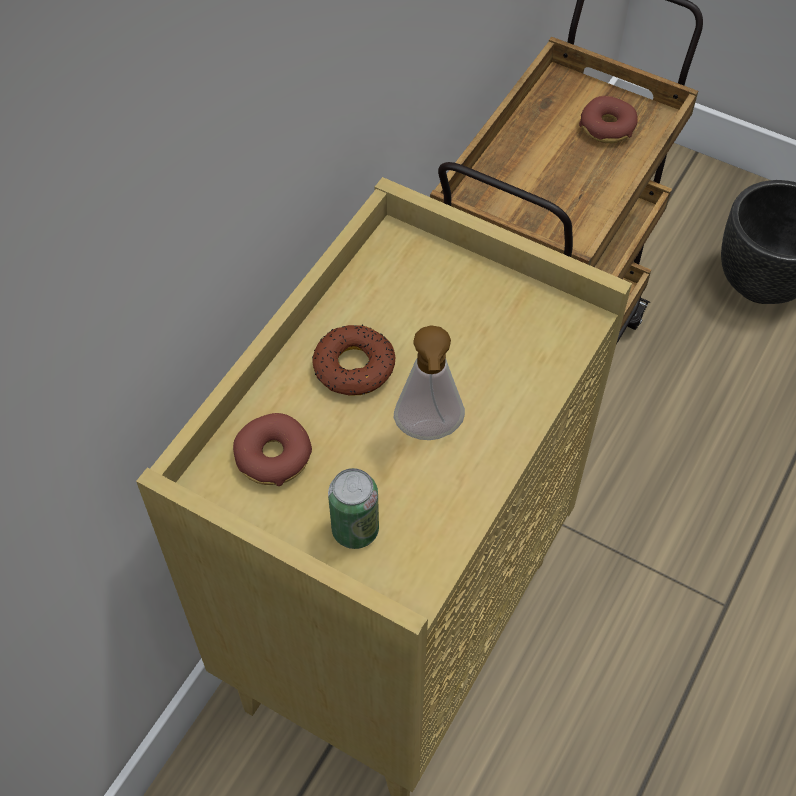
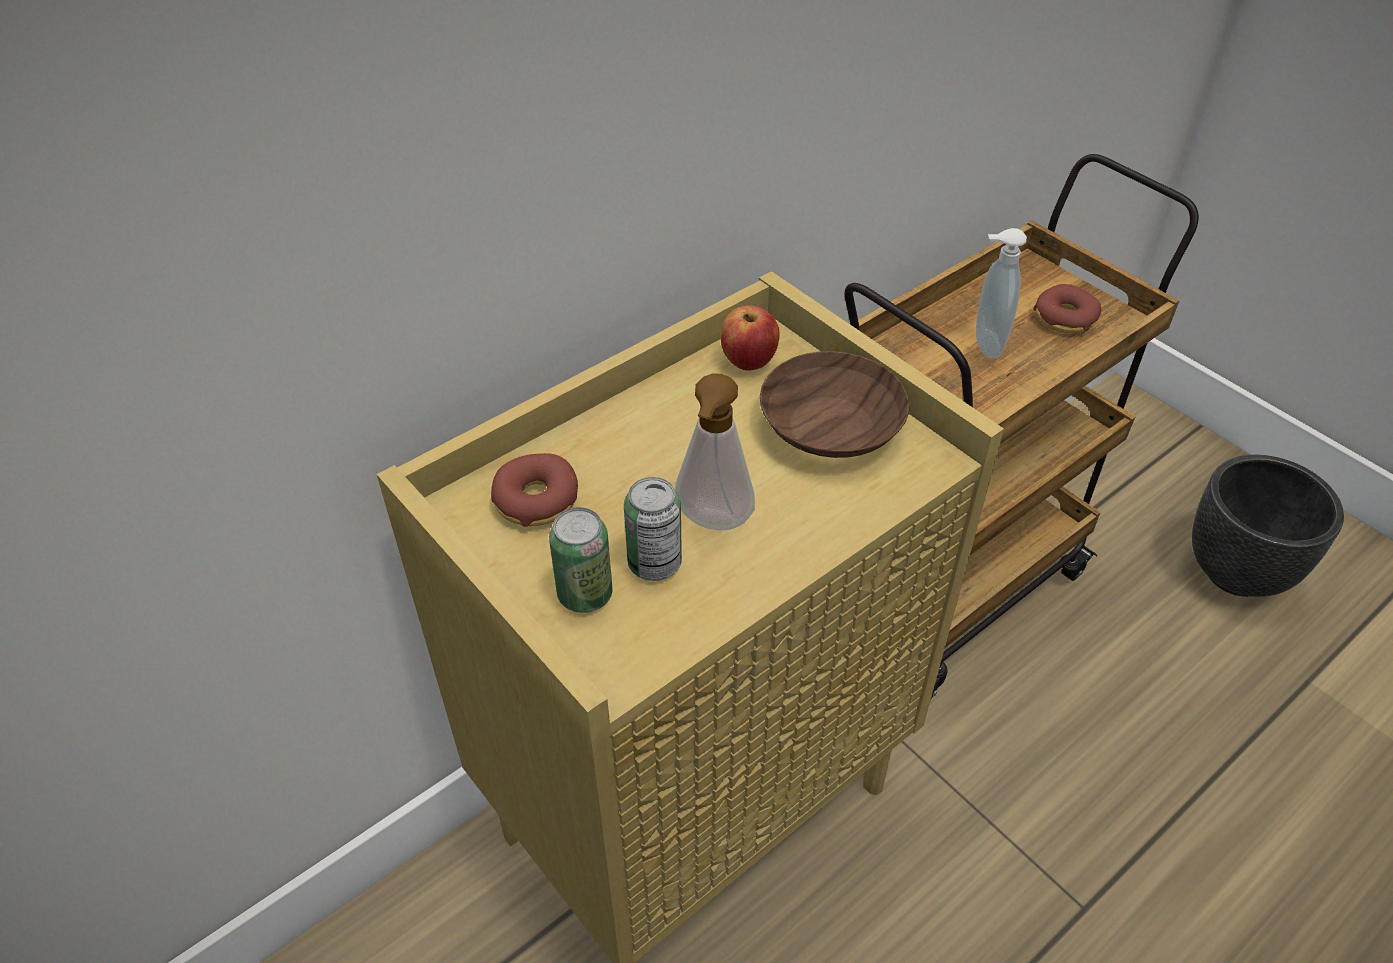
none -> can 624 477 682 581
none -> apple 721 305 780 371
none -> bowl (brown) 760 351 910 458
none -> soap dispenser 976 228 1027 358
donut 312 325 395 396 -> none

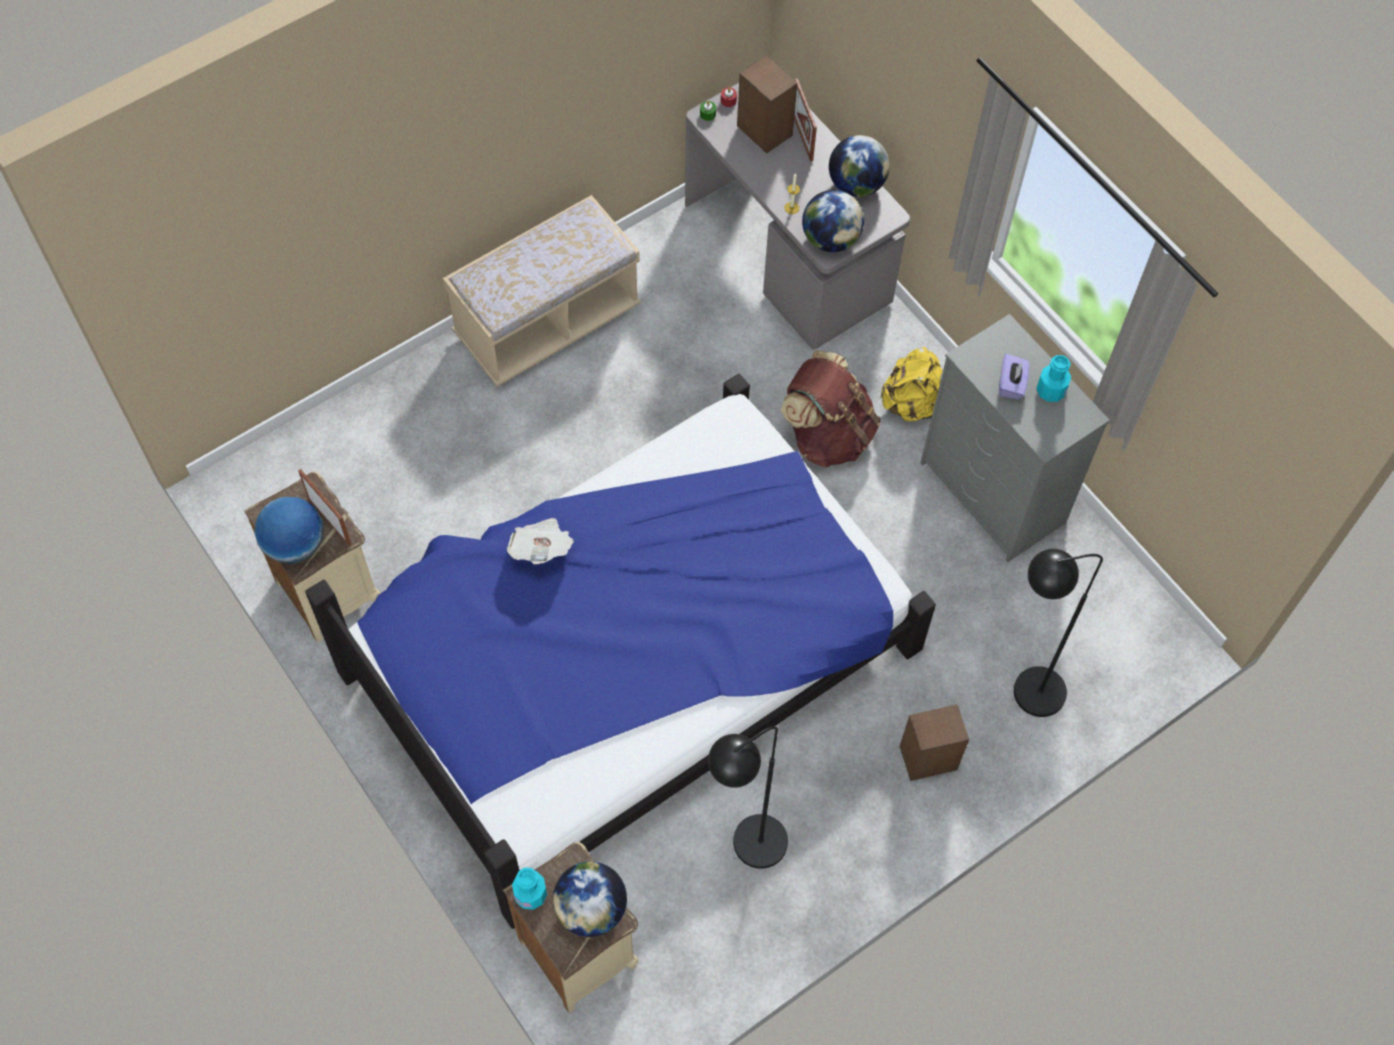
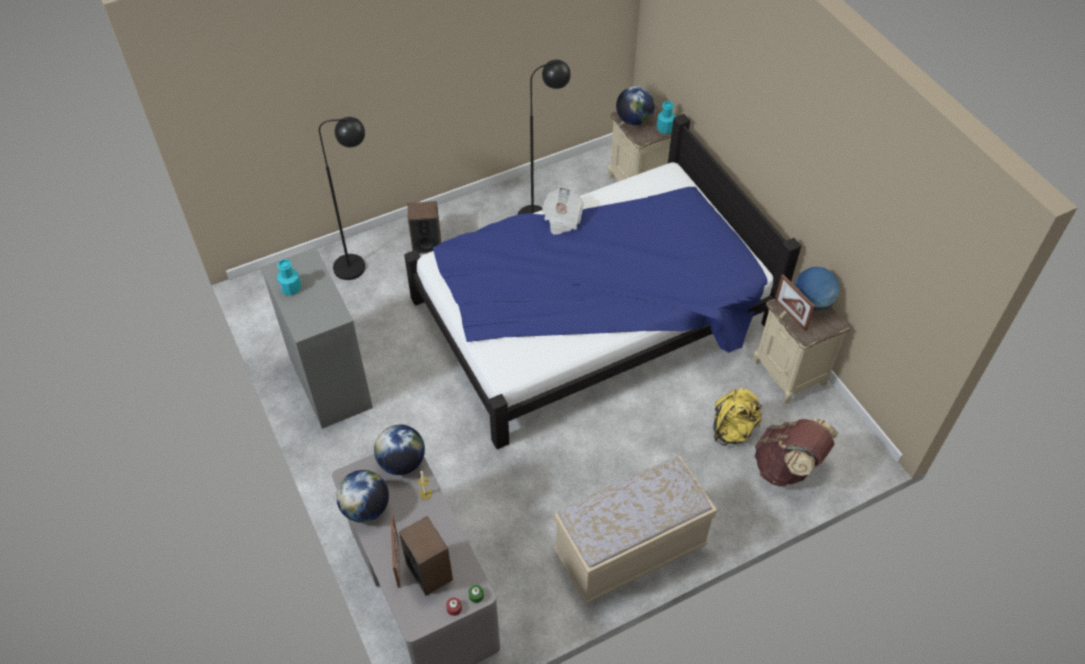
newspaper 507 518 574 564 -> newspaper 542 186 584 235, move
backpack (yellow) 879 347 942 422 -> backpack (yellow) 713 388 763 446, move
backpack (brown) 781 350 881 468 -> backpack (brown) 755 418 838 487, move
tissue box (purple) 999 354 1030 400 -> none

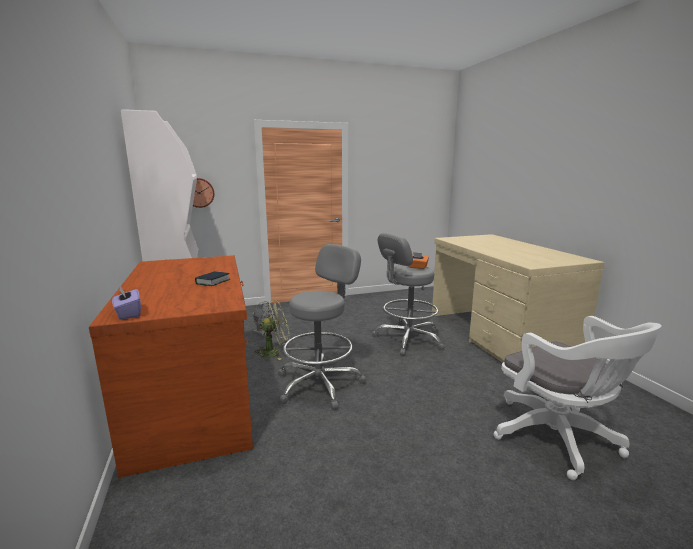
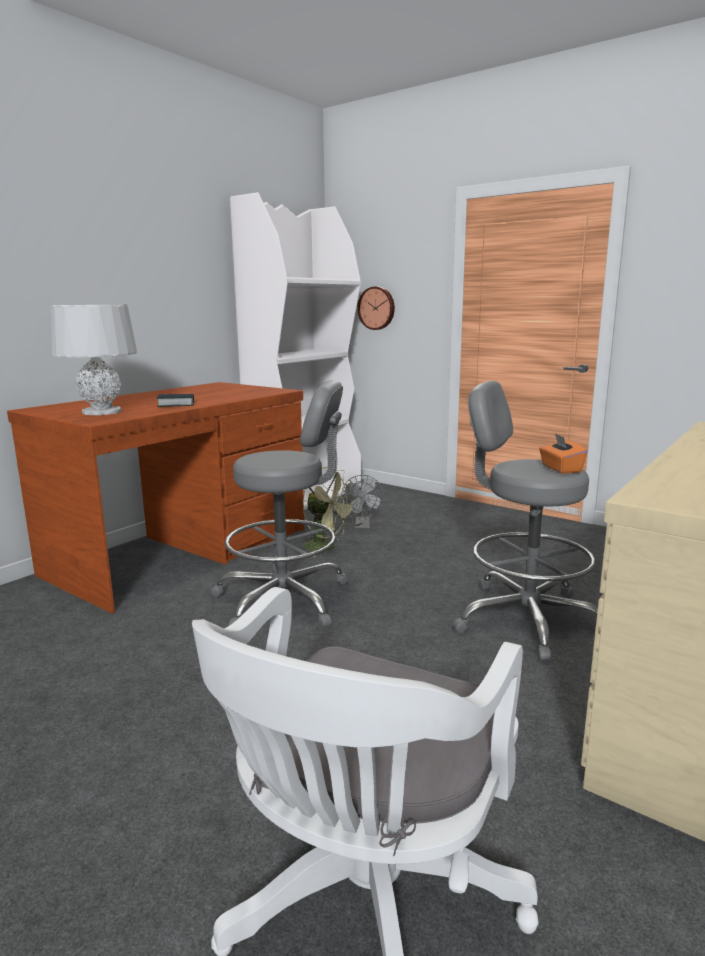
none -> table lamp (grey) 51 305 137 415
tissue box (purple) 112 285 141 320 -> none

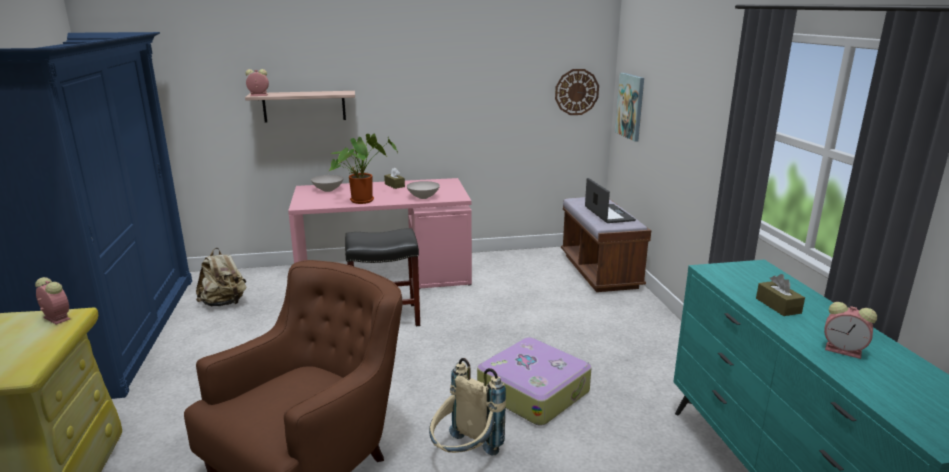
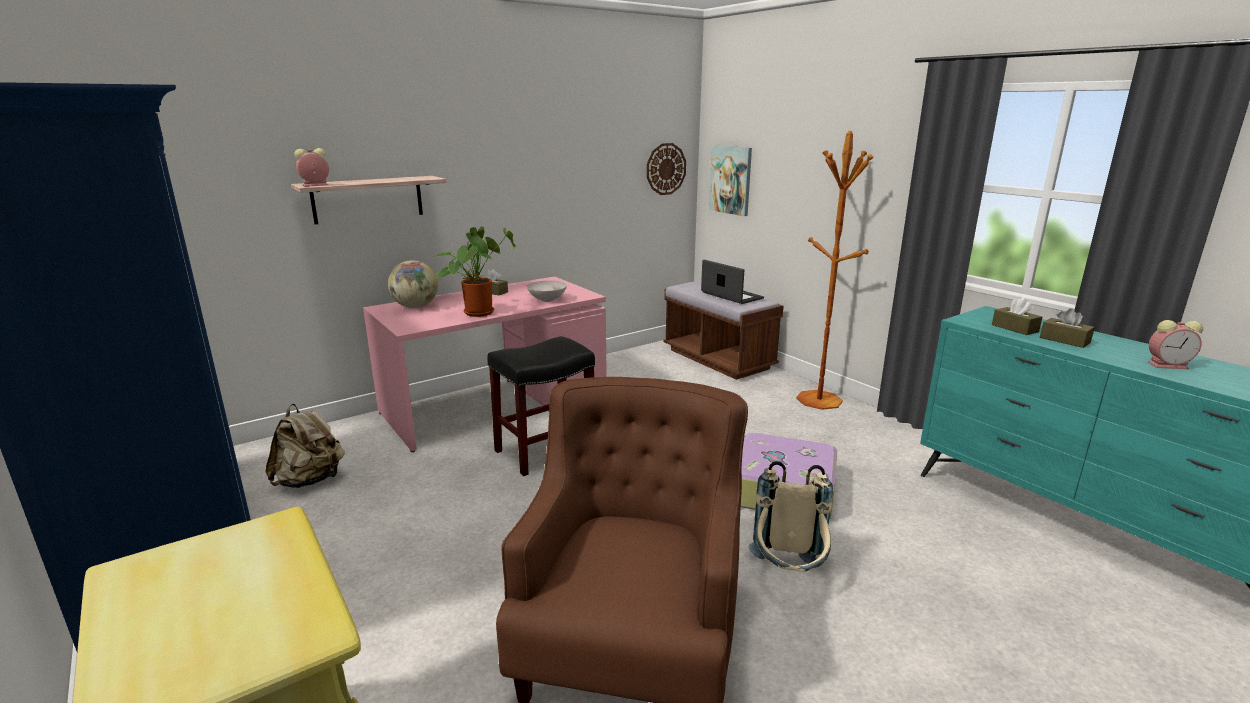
bowl (white) 311 175 344 192 -> globe 388 260 438 308
none -> clothes rack (orange) 796 131 874 410
none -> tissue box (brown) 992 297 1042 335
alarm clock 35 277 70 325 -> none

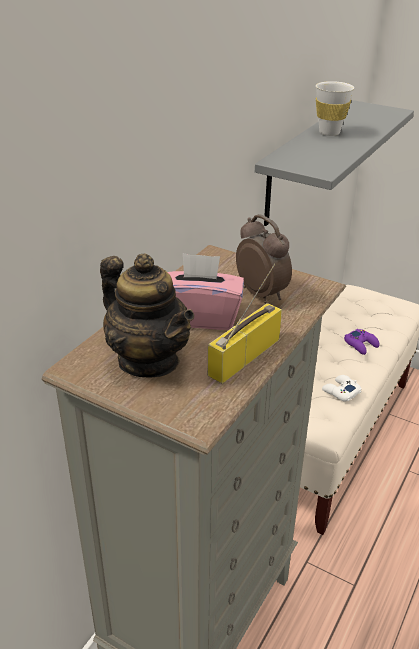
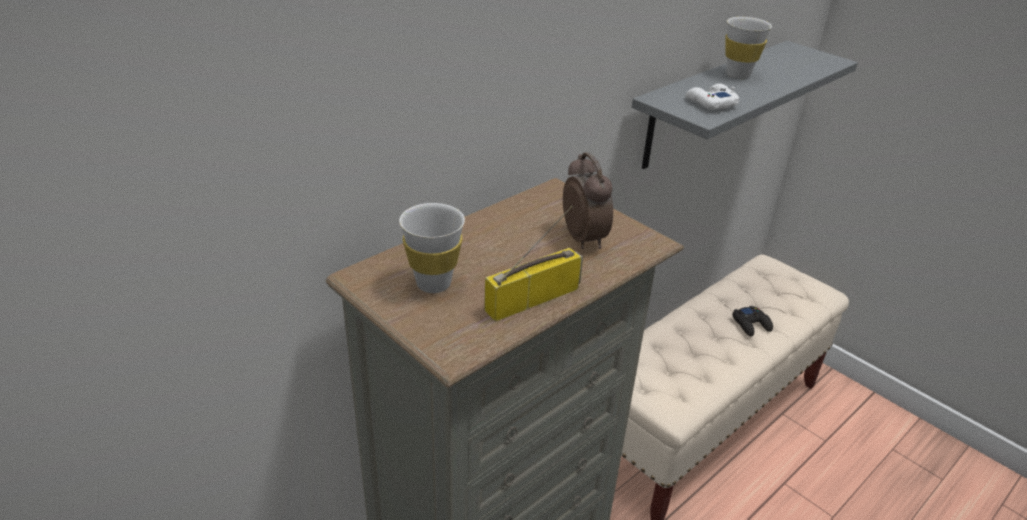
teapot 100 254 194 378 -> cup (white) 399 203 465 293
game controller (white) 322 375 362 402 -> game controller (white) 685 84 739 110, move
game controller (purple) 344 329 380 355 -> game controller (black) 733 306 773 336
tissue box (pink) 168 253 244 330 -> none

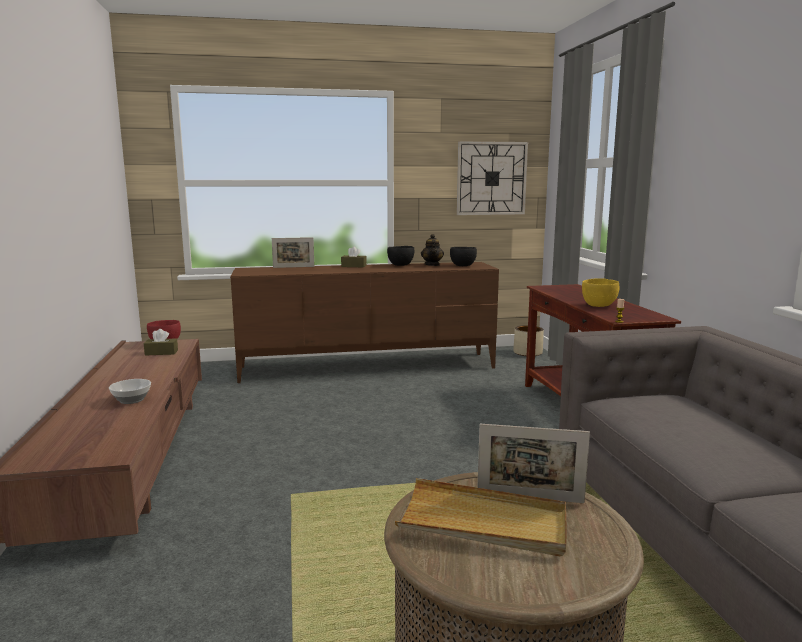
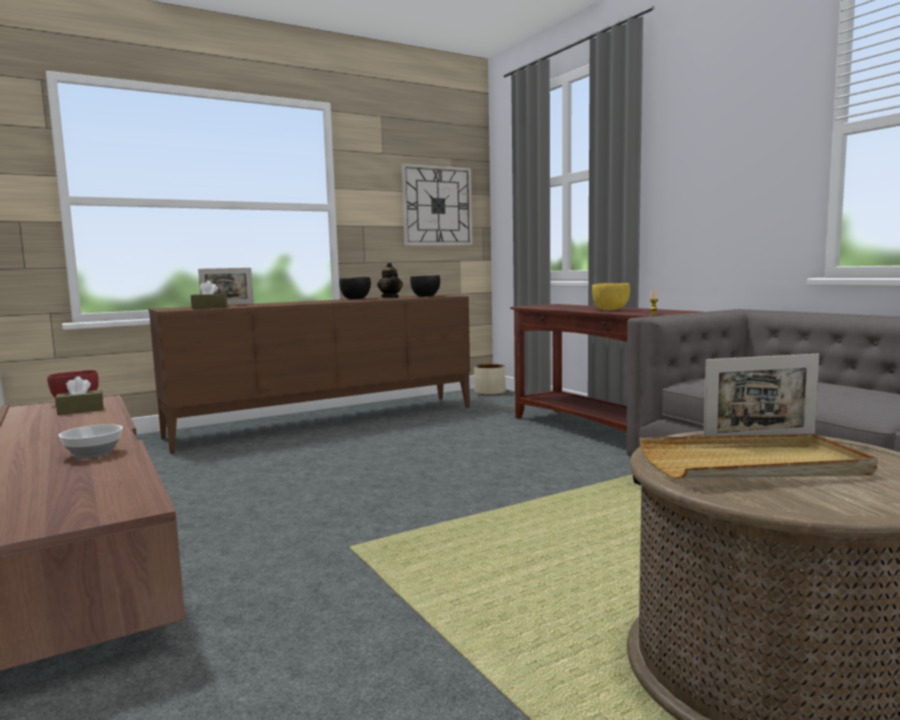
tissue box (brown) 341 246 367 268 -> tissue box (brown) 191 281 227 309, move

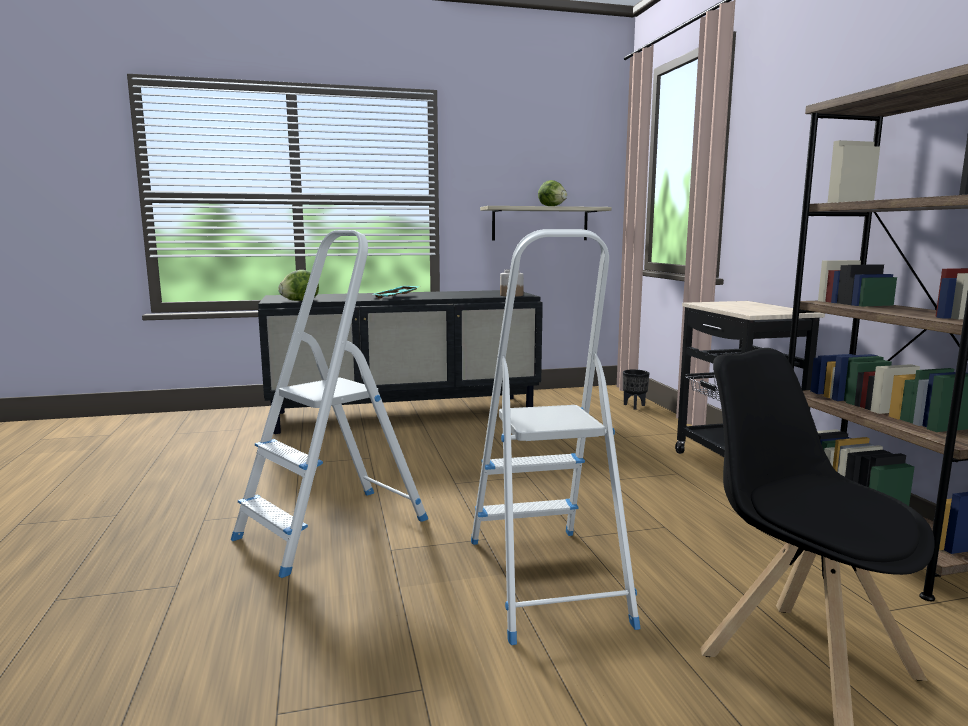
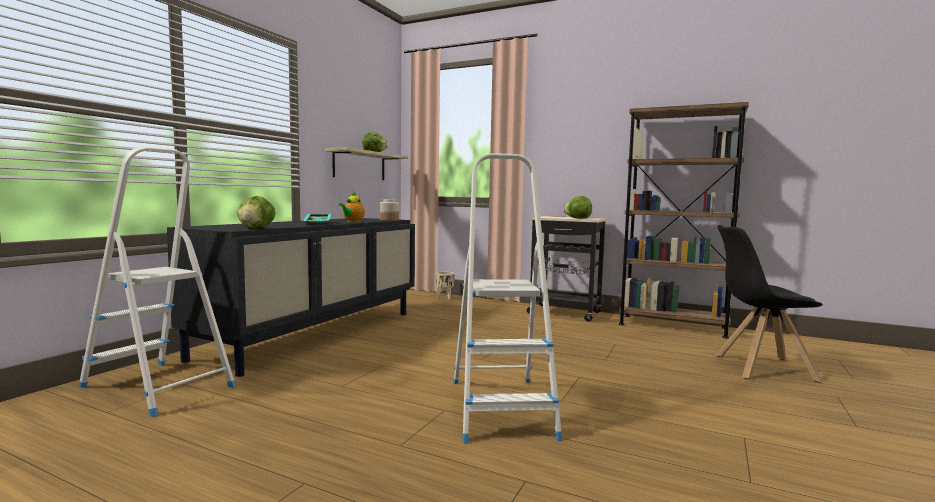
step ladder (white) 471 229 640 645 -> step ladder (white) 79 146 236 417, move
none -> teapot 339 191 365 222
planter (black) 623 369 649 410 -> planter (beige) 436 272 455 299
none -> lettuce 564 196 592 219

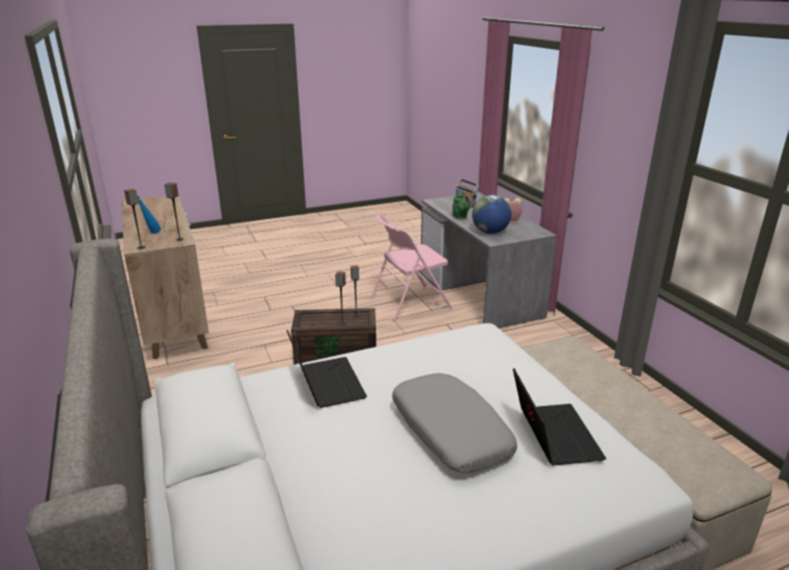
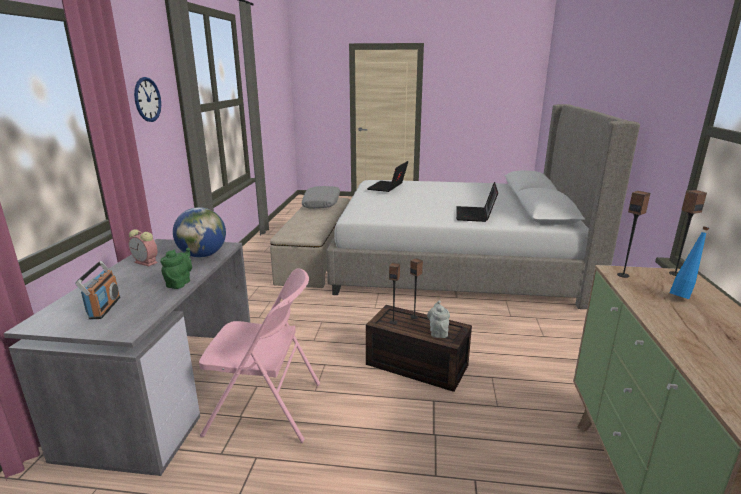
none -> wall clock 134 77 161 122
pillow (grey) 392 373 517 473 -> pillow (grey) 302 186 340 209, move
none -> teapot (grey) 427 300 450 338

